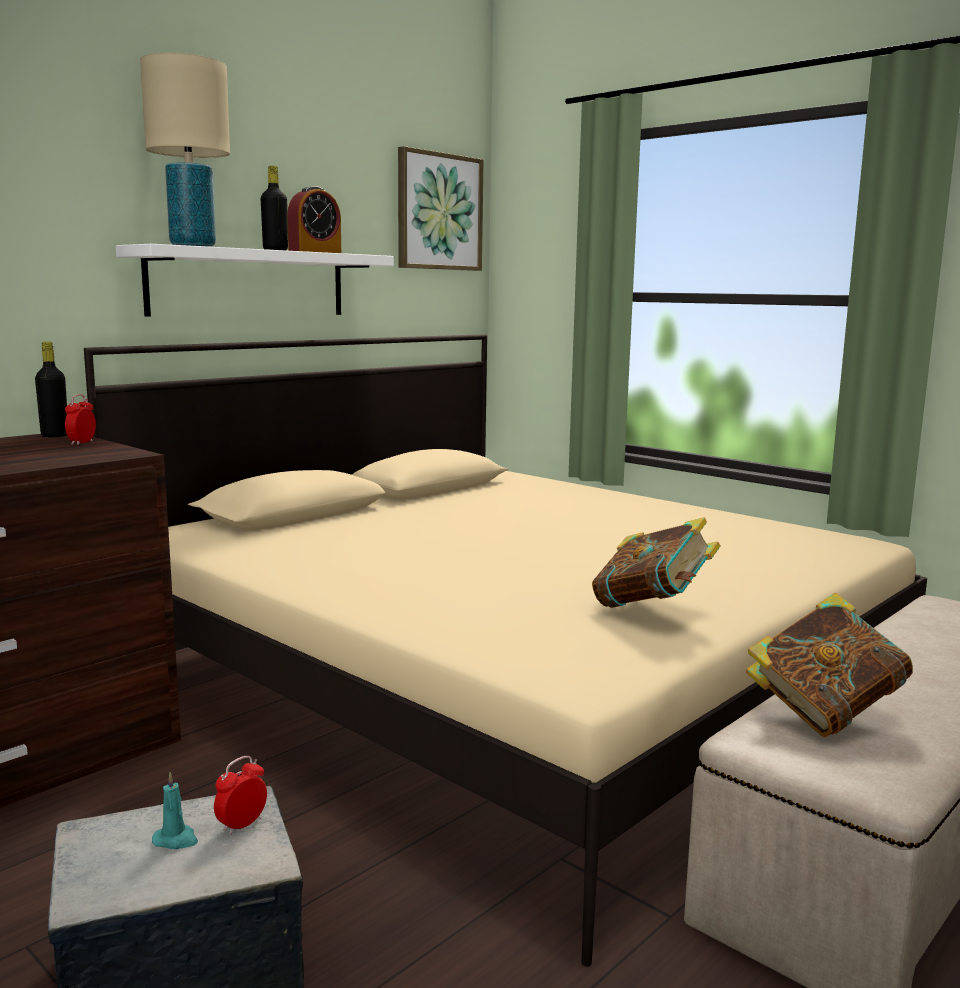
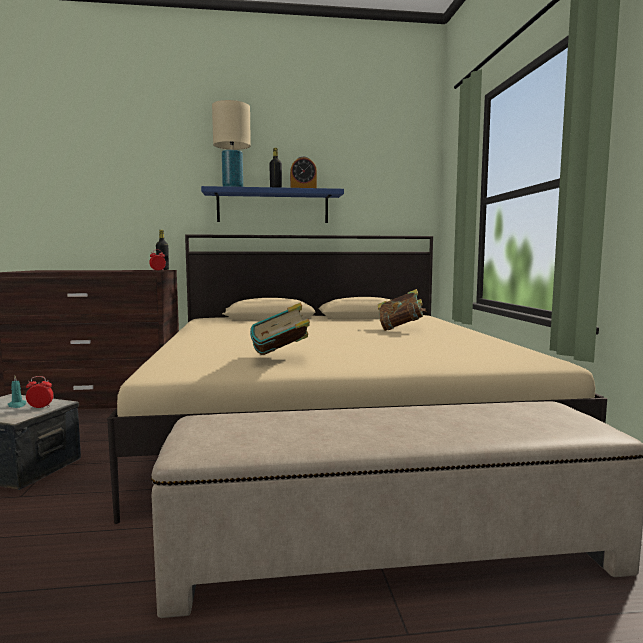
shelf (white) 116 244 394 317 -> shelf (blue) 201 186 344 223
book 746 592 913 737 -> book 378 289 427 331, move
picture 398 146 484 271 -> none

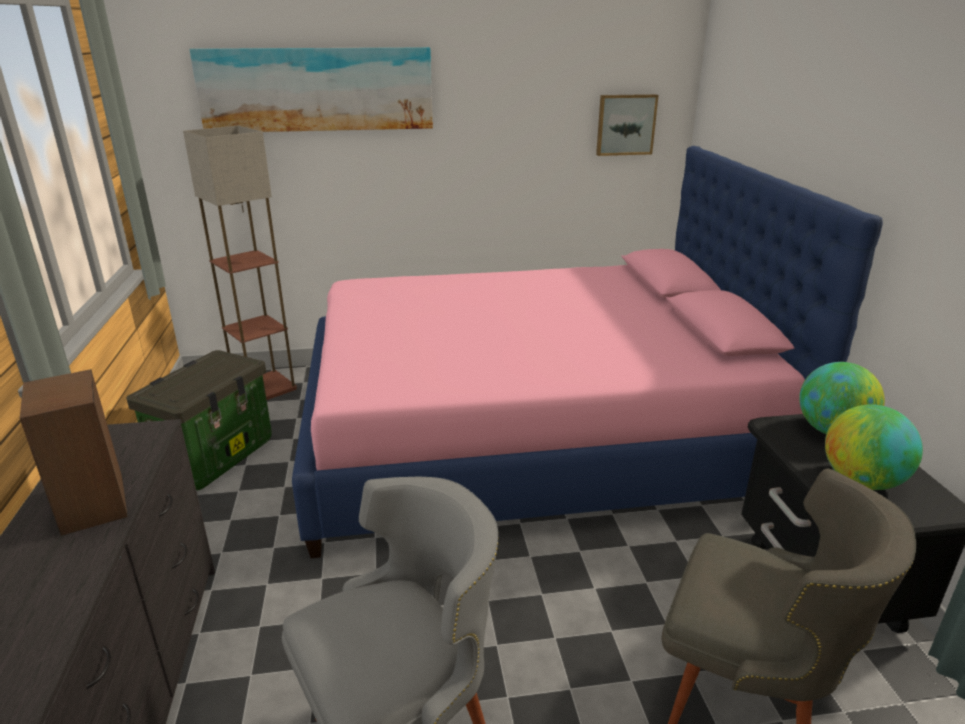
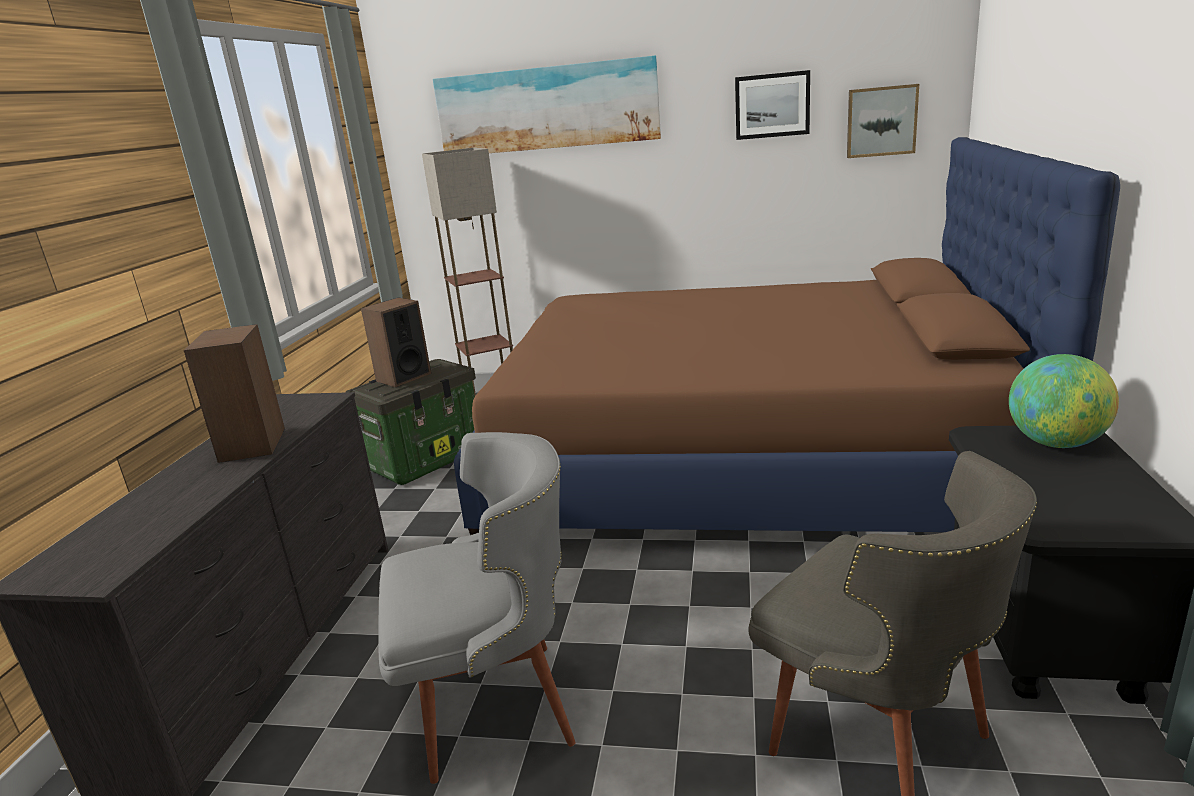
none -> speaker 361 298 431 387
bed (pink) 292 146 883 558 -> bed (brown) 454 137 1120 535
none -> picture 735 70 810 140
globe 825 404 923 490 -> none

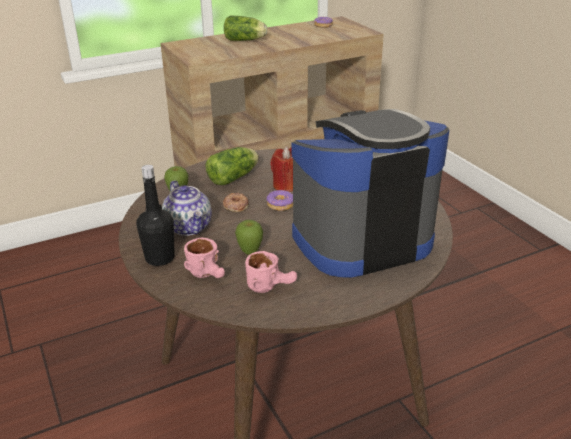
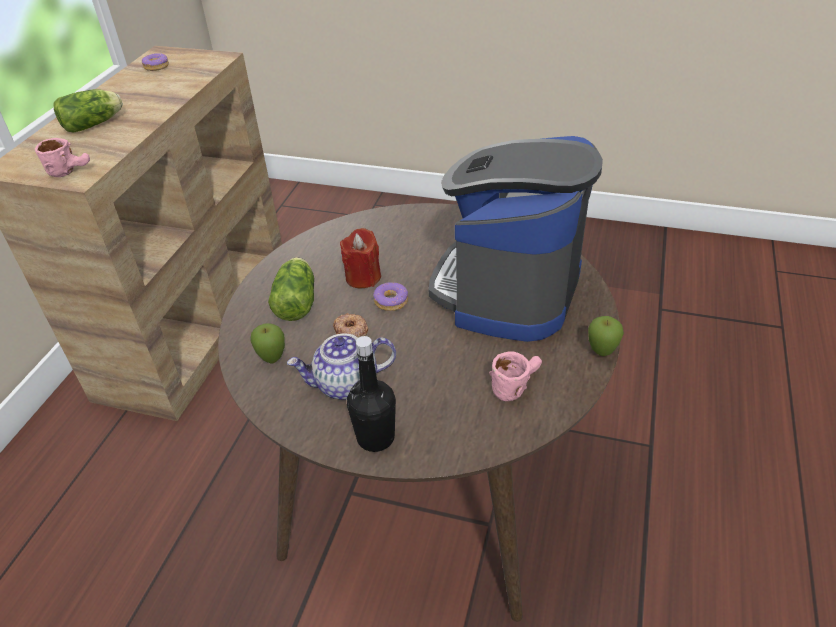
mug (pink) 184 238 225 278 -> mug (pink) 35 138 90 177, move
teapot 162 180 212 236 -> teapot 287 333 396 400, 150 degrees clockwise
apple 235 220 263 255 -> apple 588 316 624 356, move

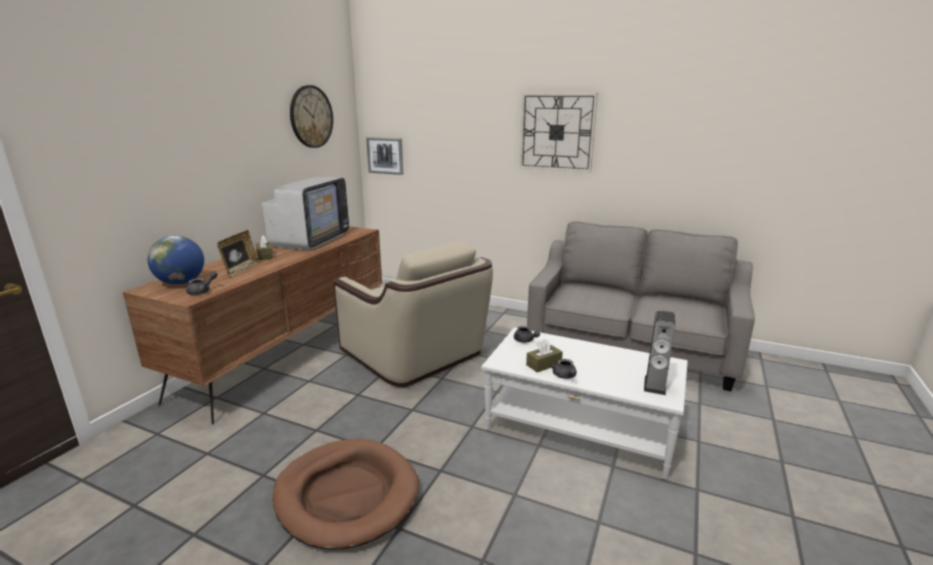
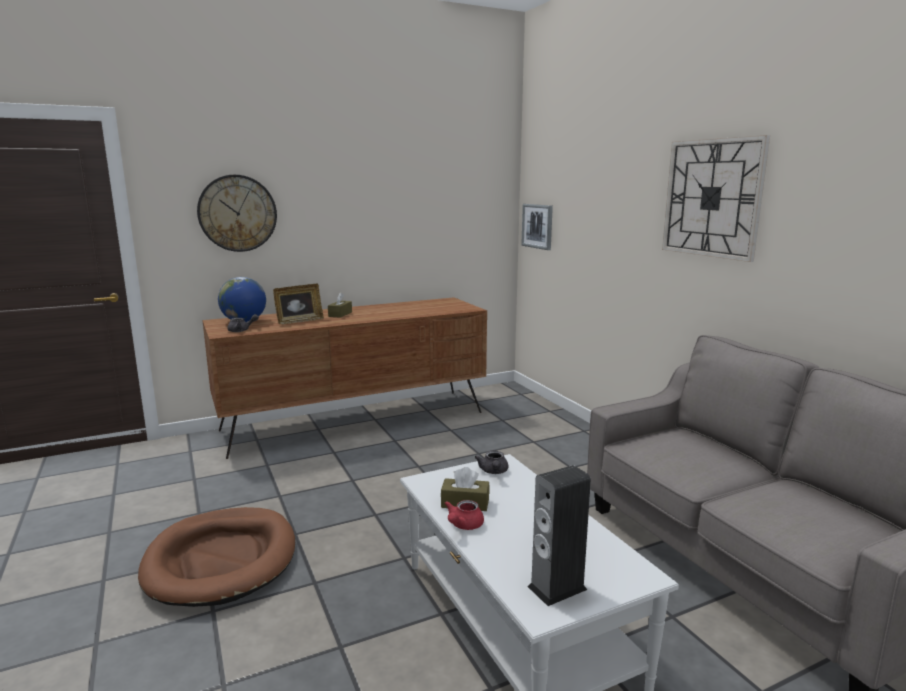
wall clock 290 85 333 148 -> wall clock 197 175 277 252, move
teapot (grey) 551 359 577 379 -> teapot (red) 444 500 484 530
television 262 177 349 250 -> none
armchair (beige) 333 241 493 387 -> none

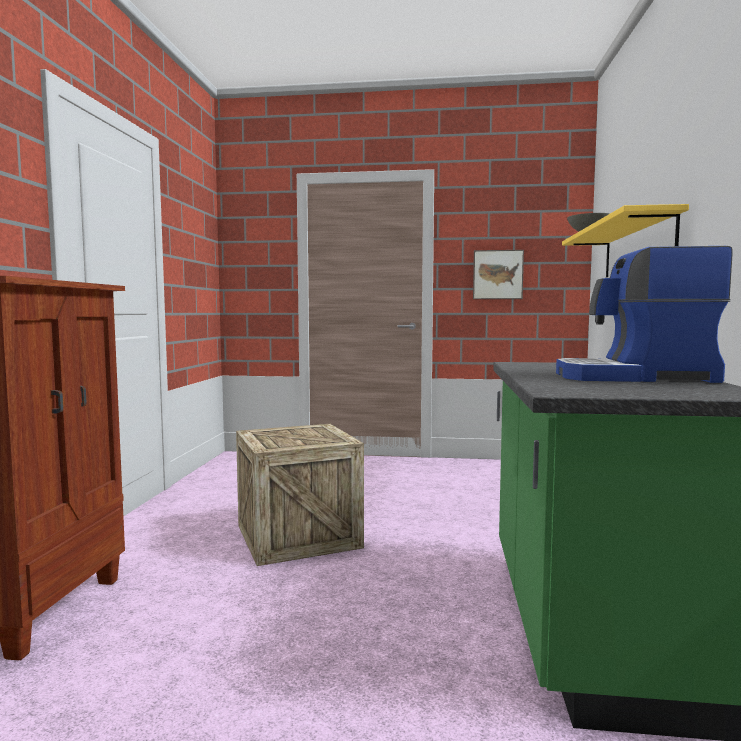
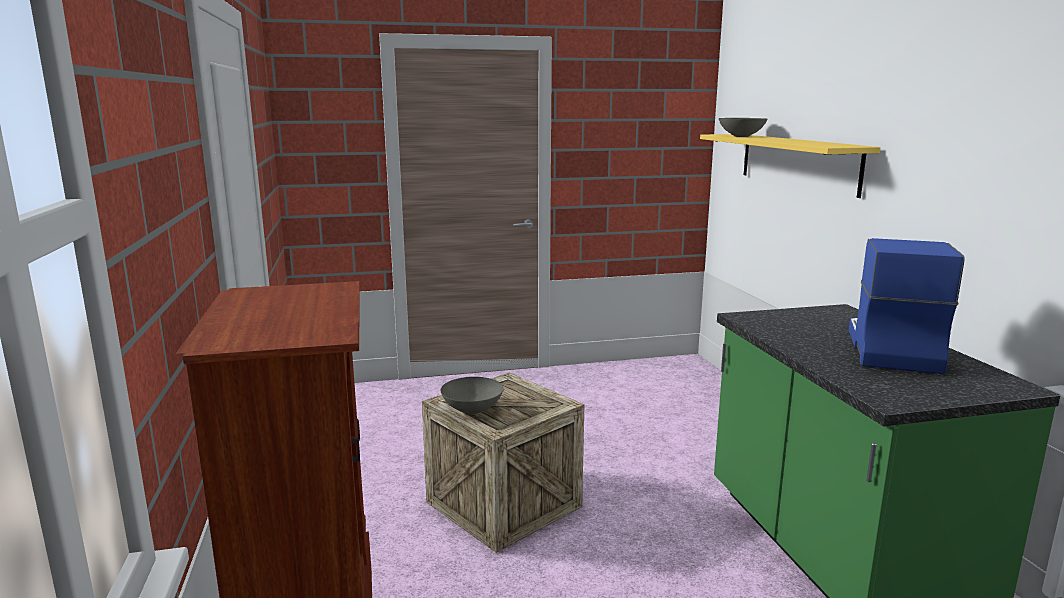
none -> bowl (grey) 440 377 504 415
coffee machine 556 246 733 383 -> coffee machine 849 238 965 374, 120 degrees clockwise
picture 473 250 524 299 -> none

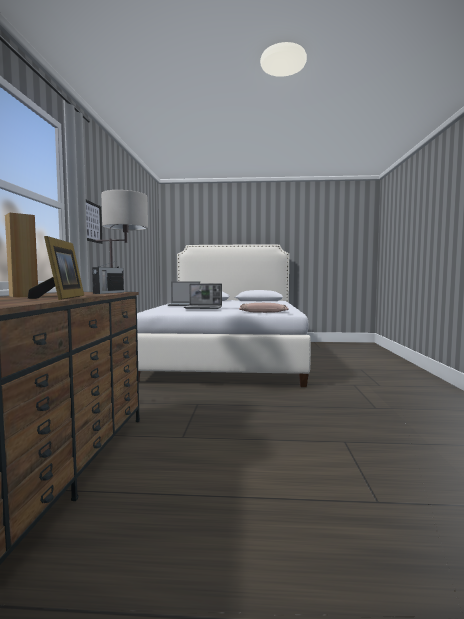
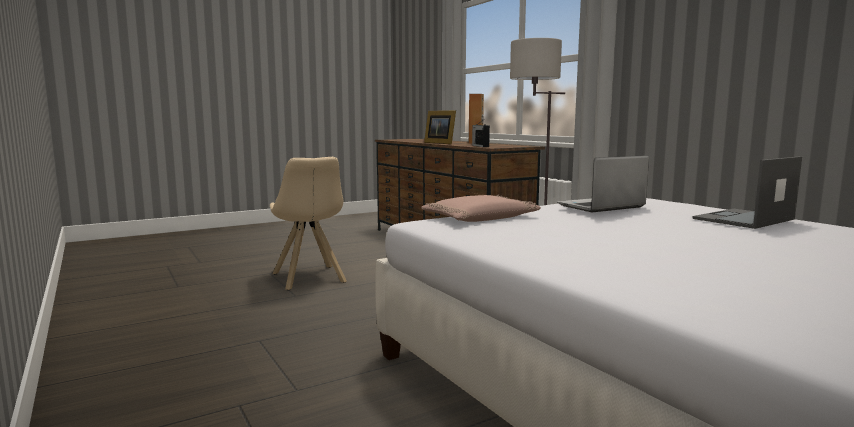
none -> chair (beige) 270 157 347 290
picture 86 200 102 244 -> none

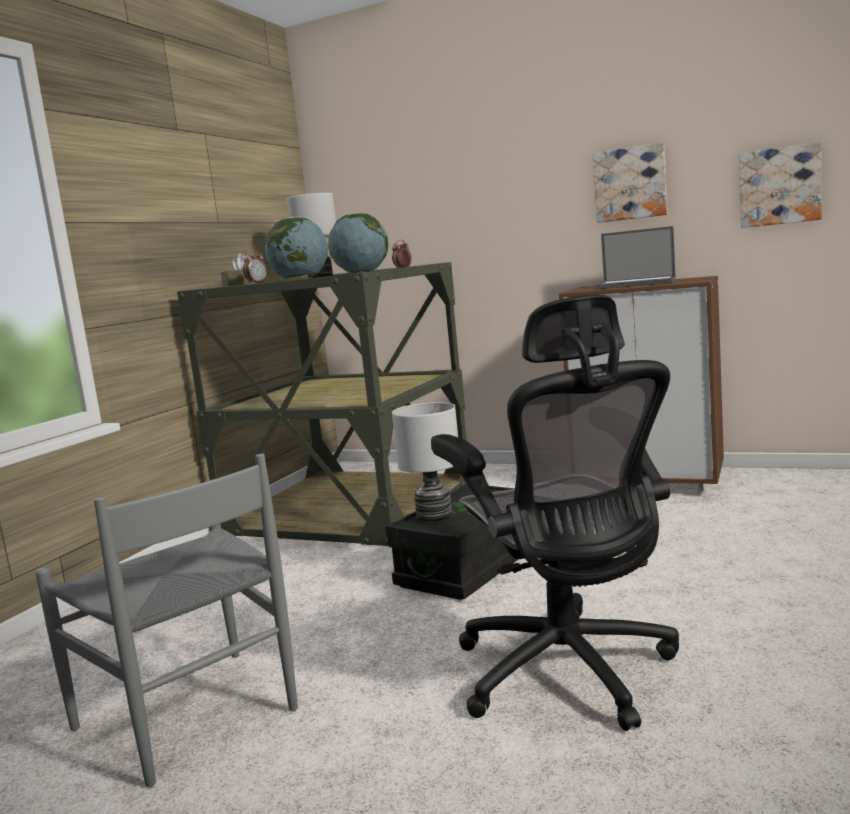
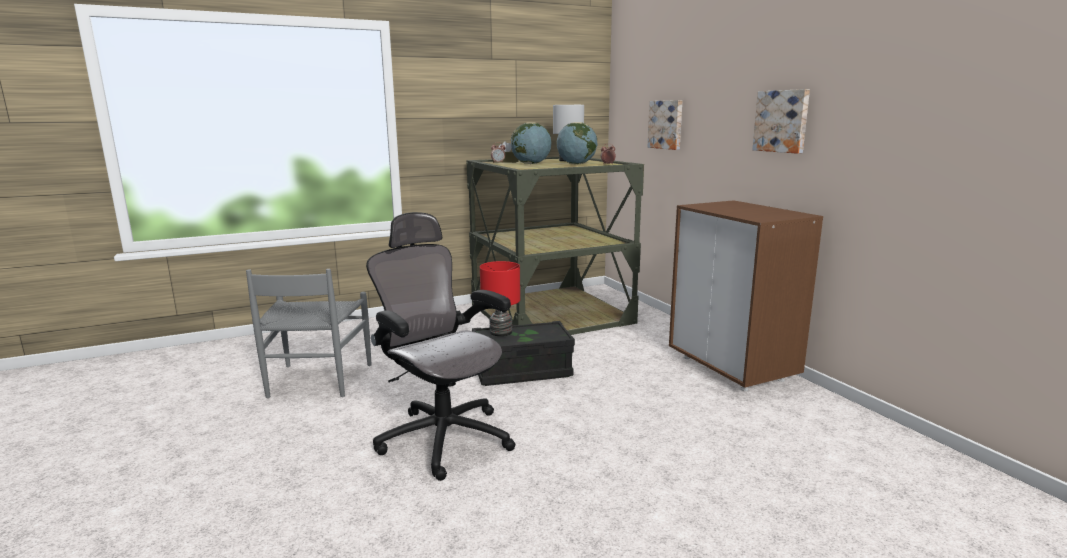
office chair 431 295 679 731 -> office chair 366 212 515 481, 120 degrees clockwise
table lamp (grey) 392 402 458 521 -> table lamp (red) 480 261 520 336
picture 739 142 822 228 -> picture 648 100 683 150, move
laptop 596 226 676 289 -> none

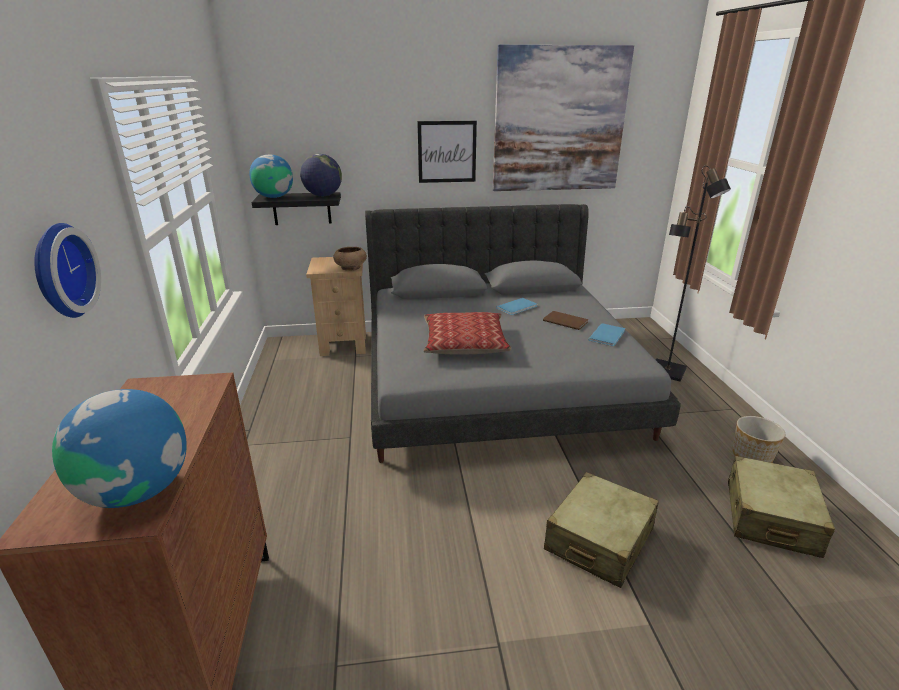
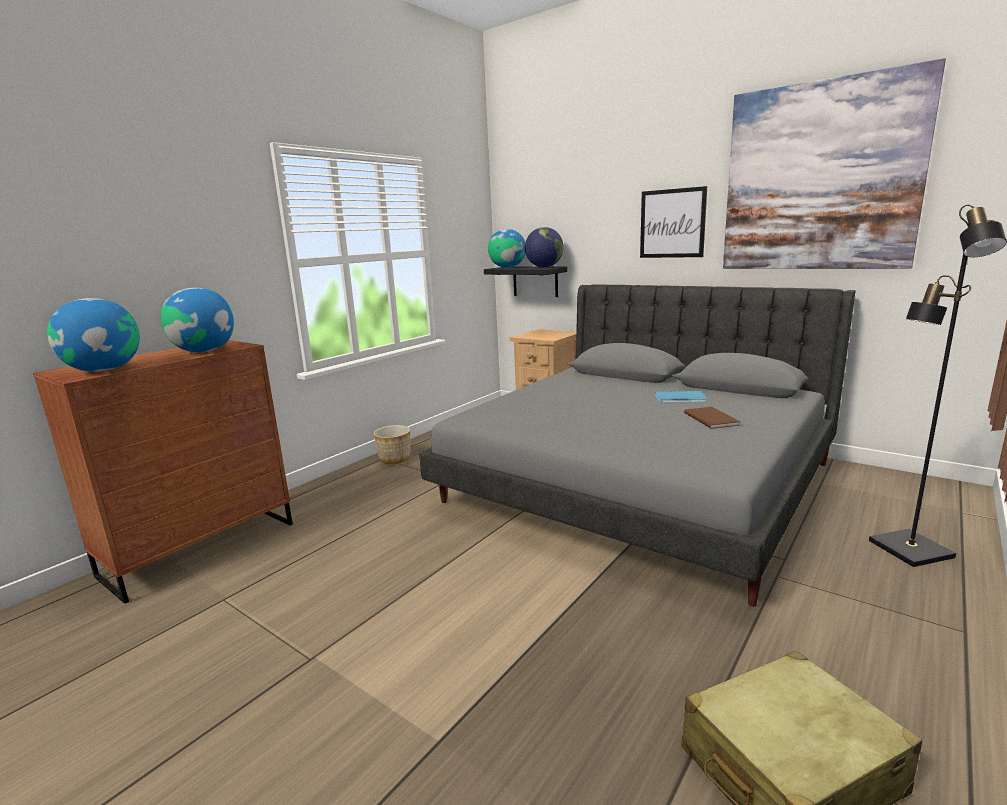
none -> globe 161 288 234 352
planter 732 416 786 463 -> planter 374 425 410 464, move
wall clock 34 223 101 318 -> none
bowl (brown) 333 247 367 271 -> none
pillow 424 312 511 355 -> none
suitcase (beige) 544 472 659 588 -> none
book (blue) 588 323 625 346 -> none

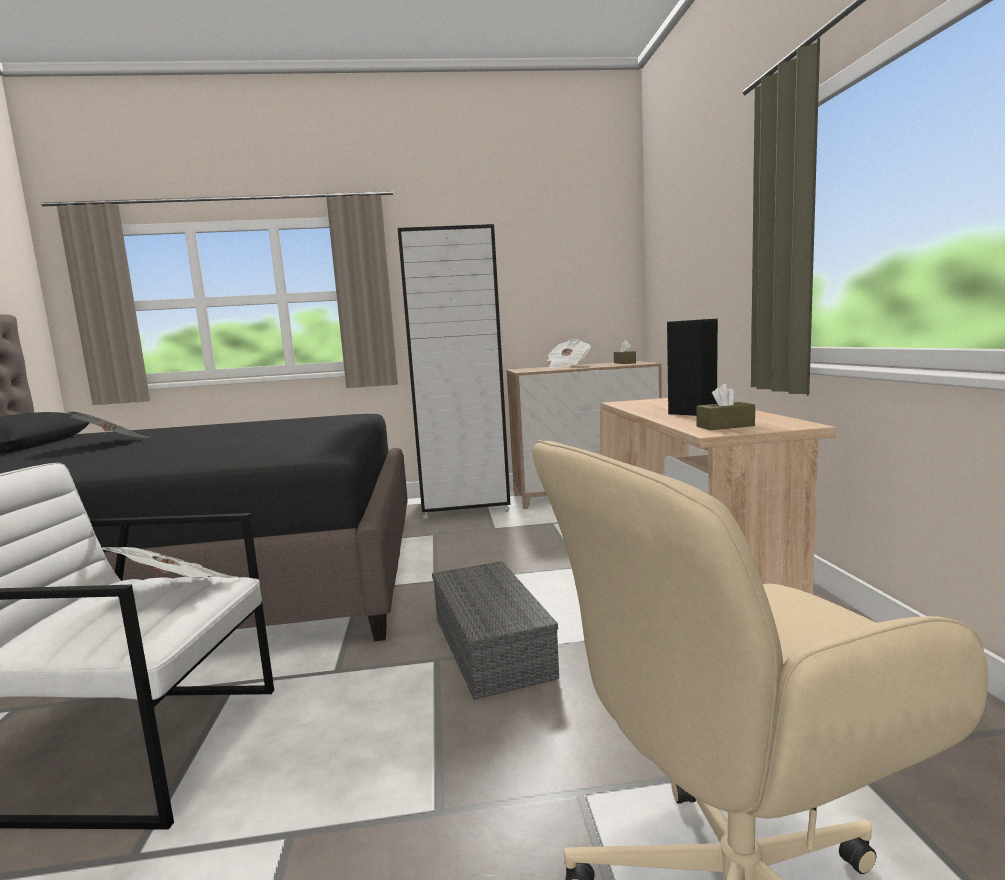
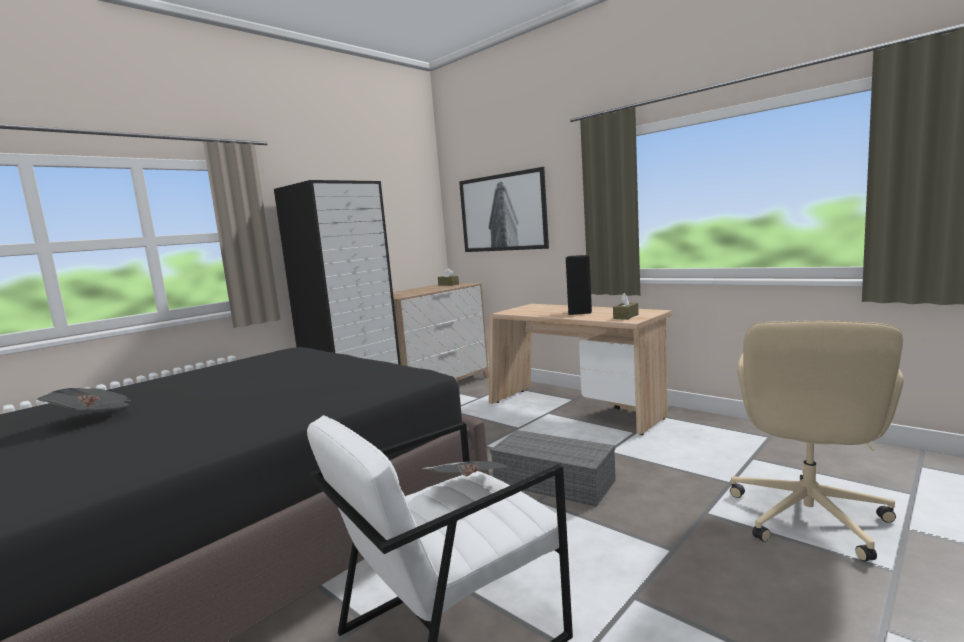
none -> picture 459 167 549 252
newspaper 547 339 591 368 -> none

